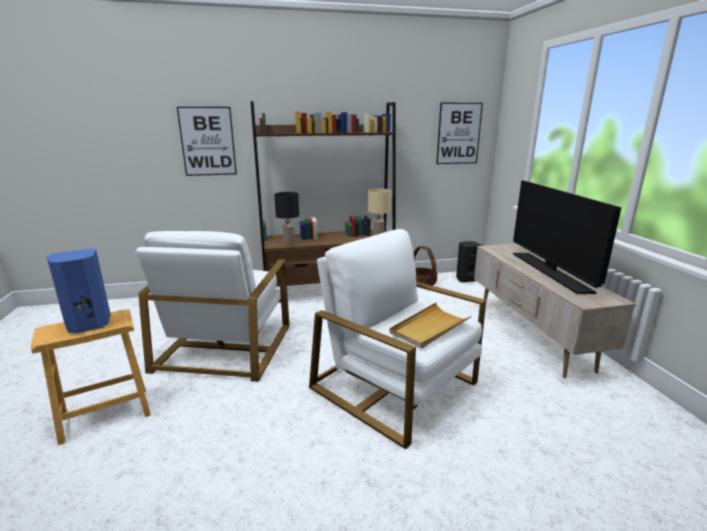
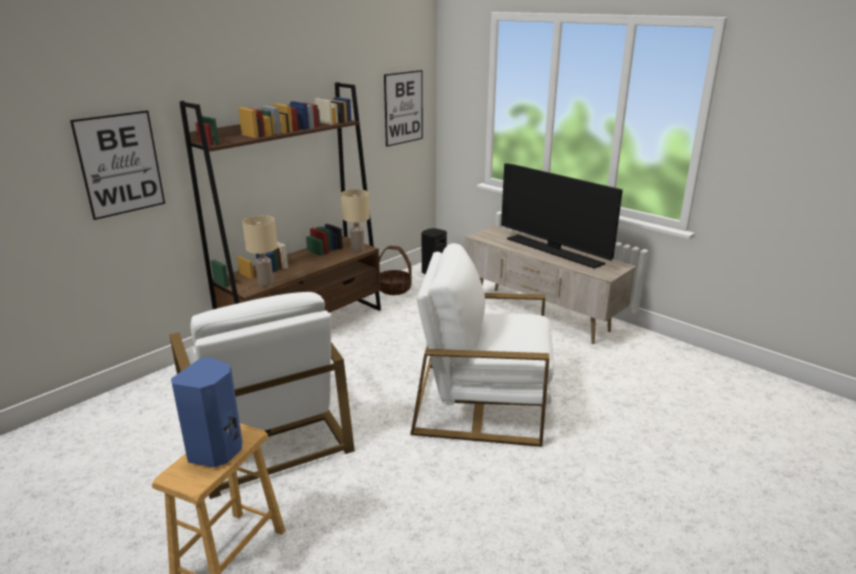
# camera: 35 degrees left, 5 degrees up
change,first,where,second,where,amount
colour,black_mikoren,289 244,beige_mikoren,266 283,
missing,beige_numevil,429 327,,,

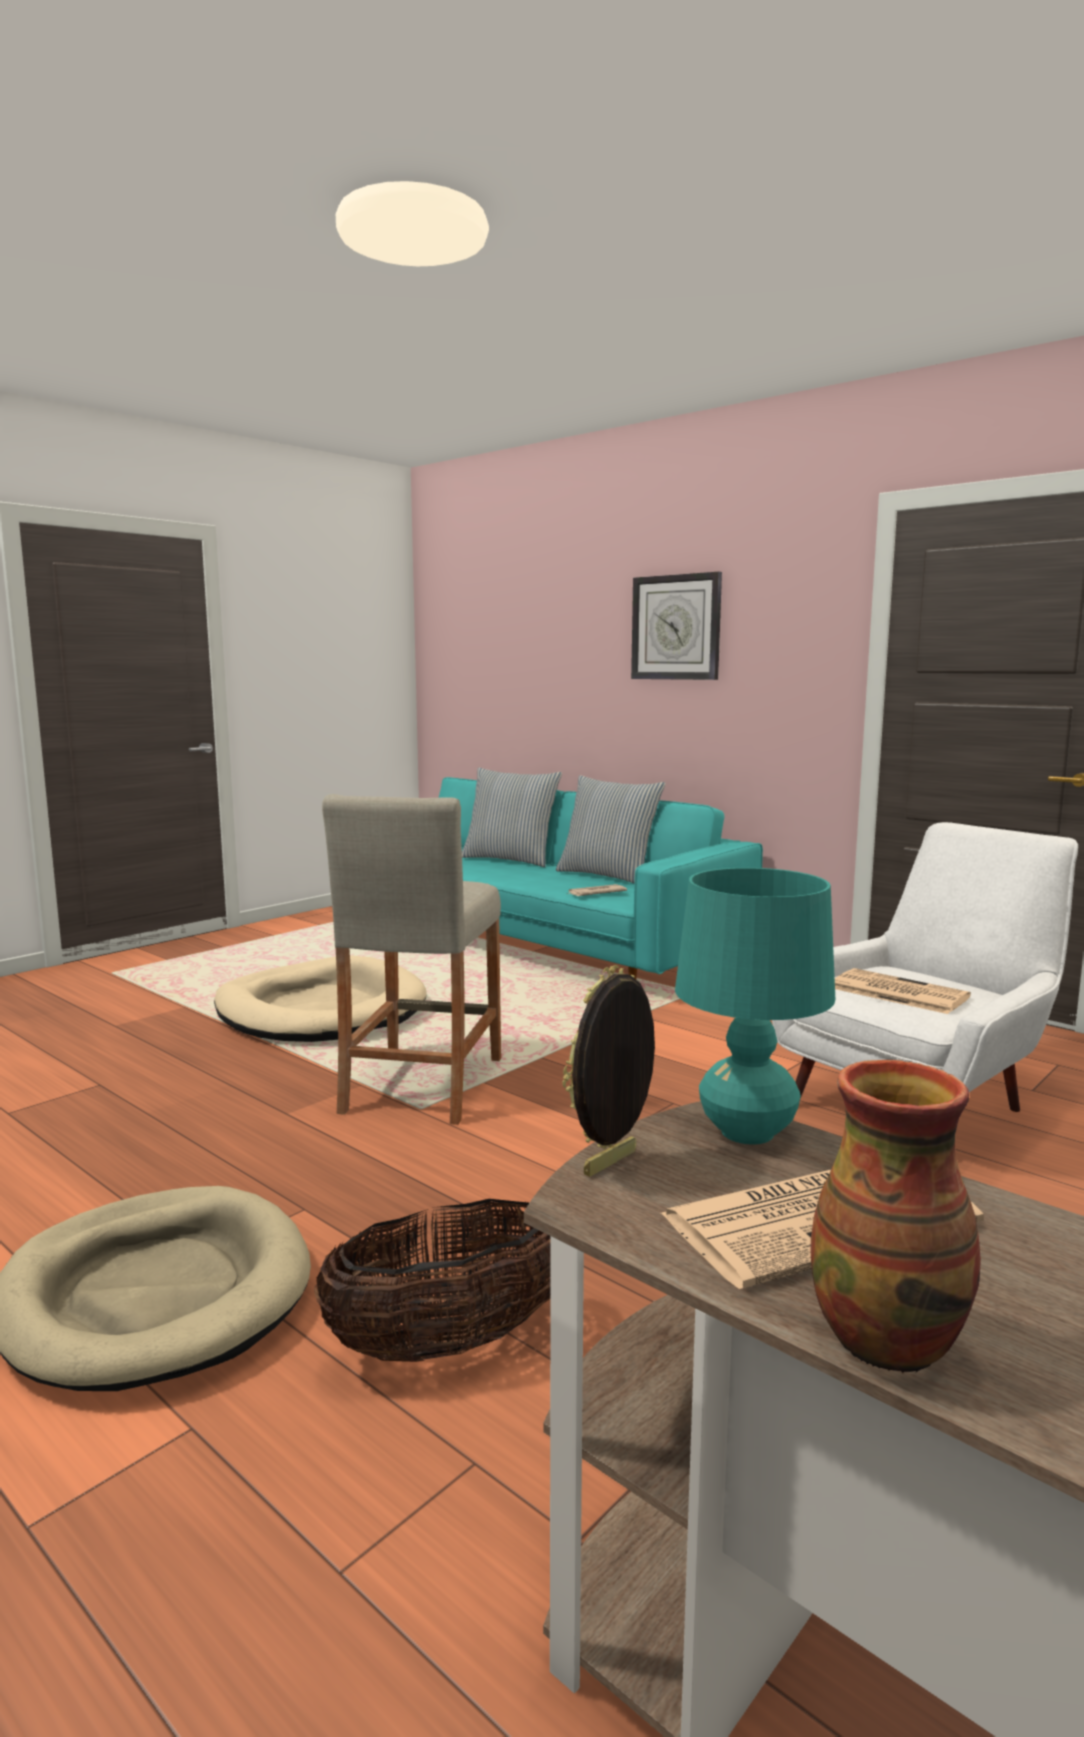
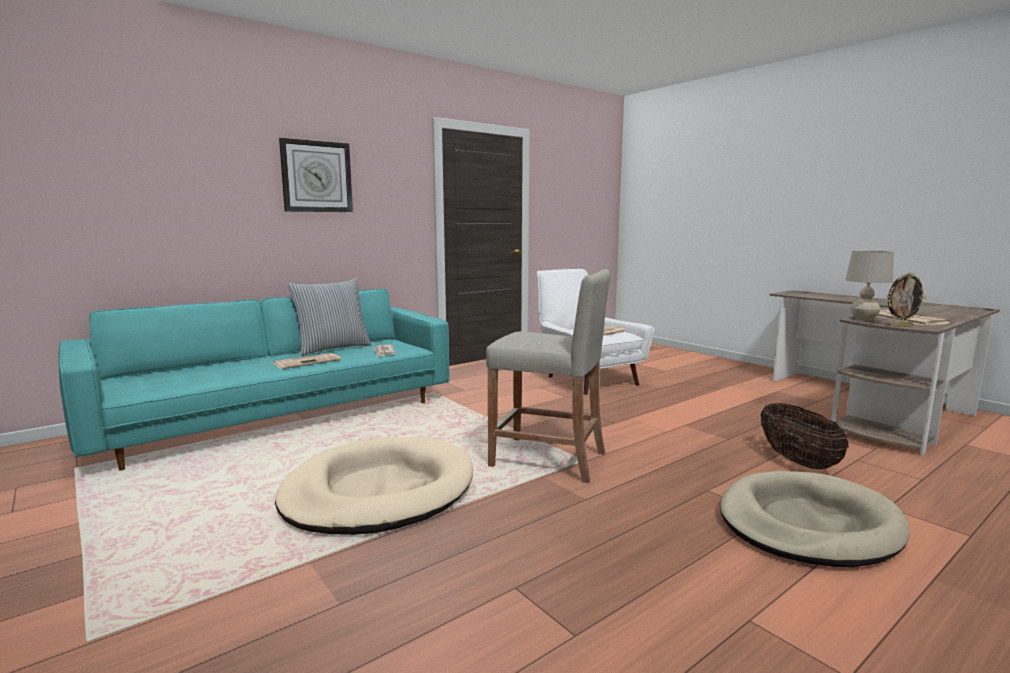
# camera: 80 degrees left, 0 degrees up
change,first,where,second,where,amount
missing,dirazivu,510 860,,,
colour,turquoise_mikoren,747 1132,beige_mikoren,863 319,
spun,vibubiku,612 1164,,901 326,45 degrees counterclockwise
missing,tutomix,888 1339,,,
appeared,,,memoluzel,308 362,

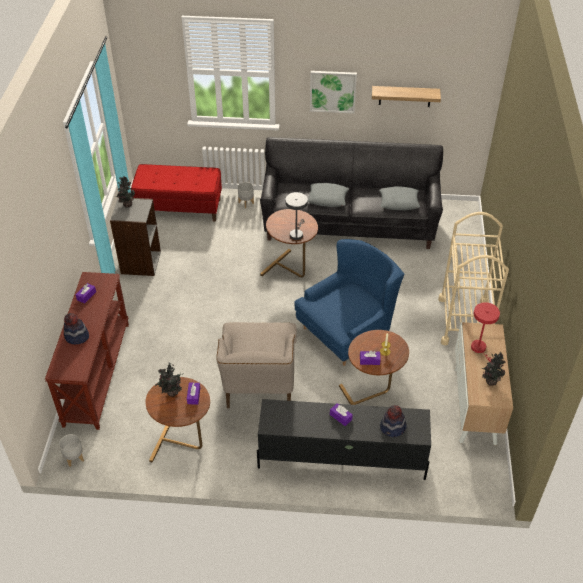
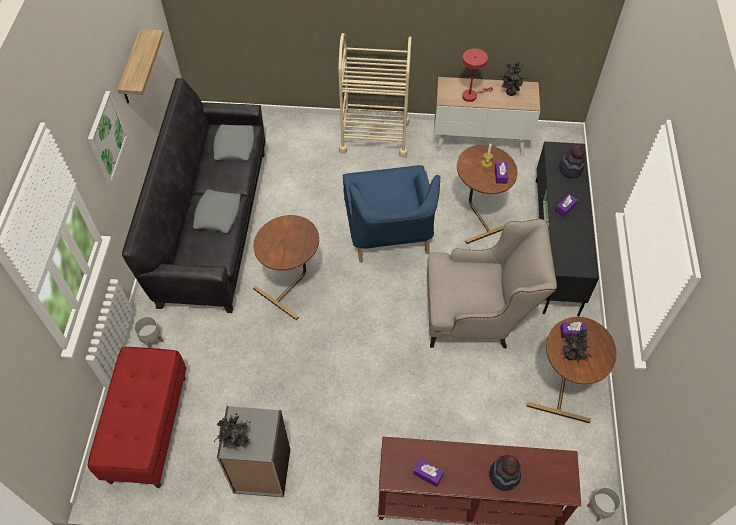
# camera: 90 degrees left, 10 degrees up
change,first,where,second,where,amount
missing,grey_mikoren,296 233,,,
spun,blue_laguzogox,348 331,,389 233,150 degrees counterclockwise

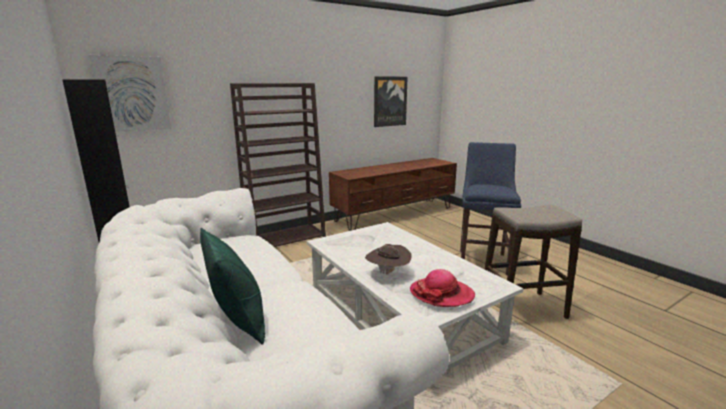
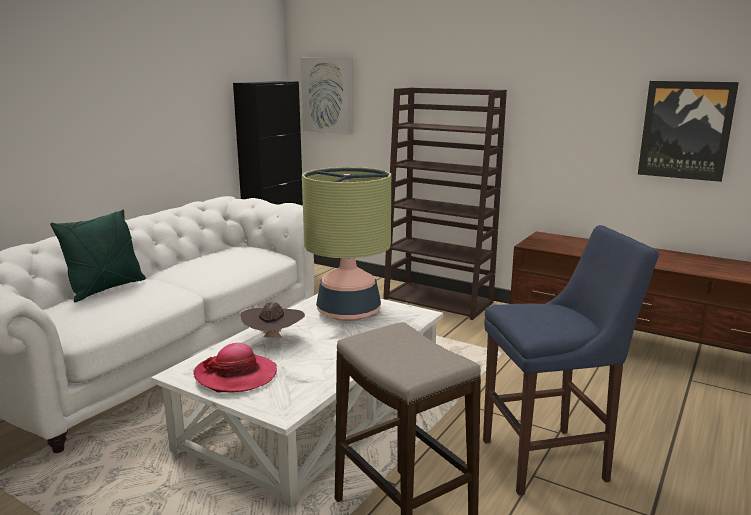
# camera: 65 degrees right, 0 degrees up
change,first,where,second,where,amount
appeared,,,mikoren,348 312,

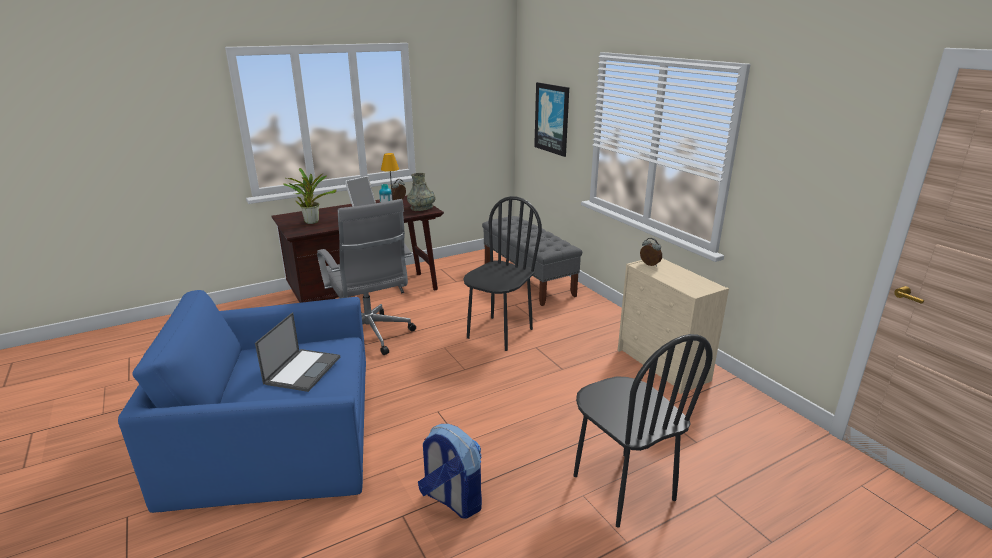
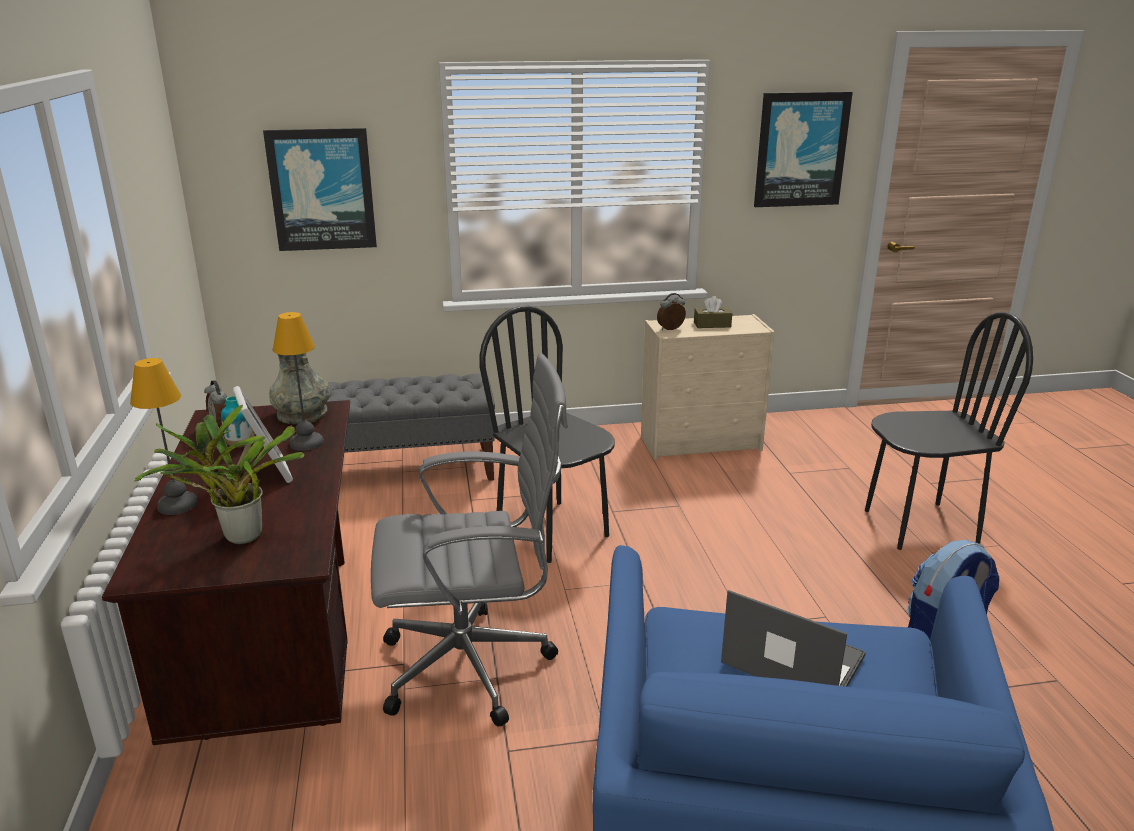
# camera: 70 degrees left, 0 degrees up
change,first,where,second,where,amount
appeared,,,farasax,800 149,
appeared,,,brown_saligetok,712 325,
appeared,,,mikoren,177 505,

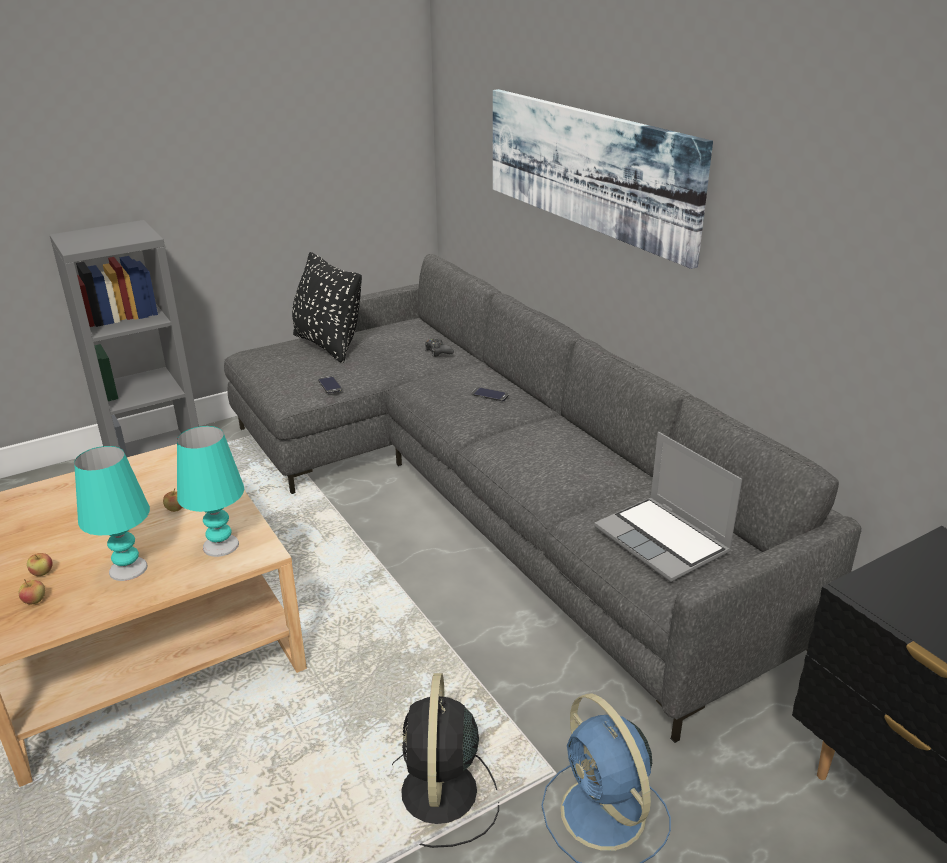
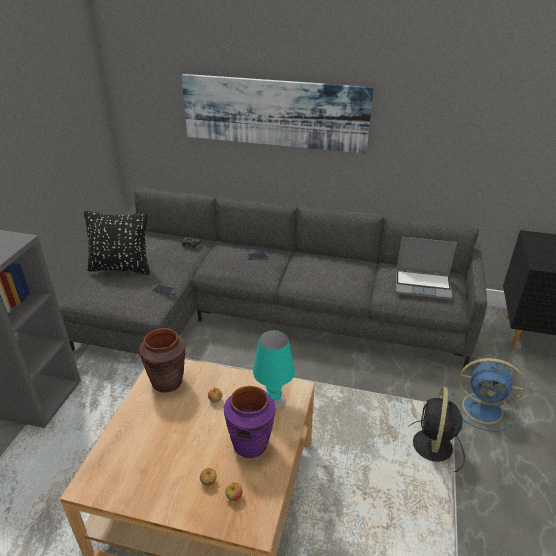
# camera: 45 degrees left, 5 degrees up
change,first,where,second,where,amount
exchanged,turquoise_mikoren,127 569,purple_tutomix,250 444,
spun,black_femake,439 795,,432 447,60 degrees clockwise
appeared,,,brown_tutomix,167 382,

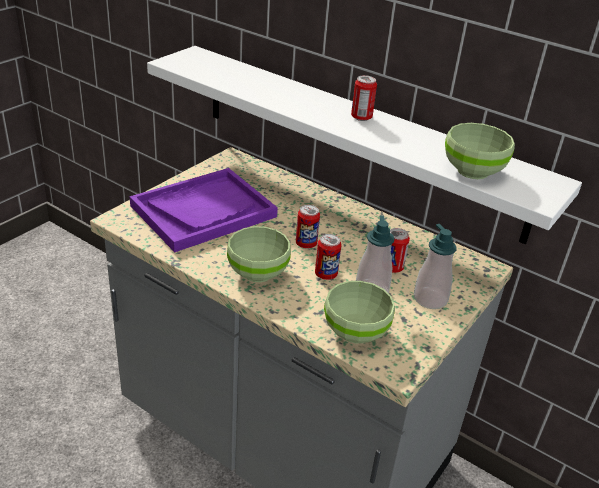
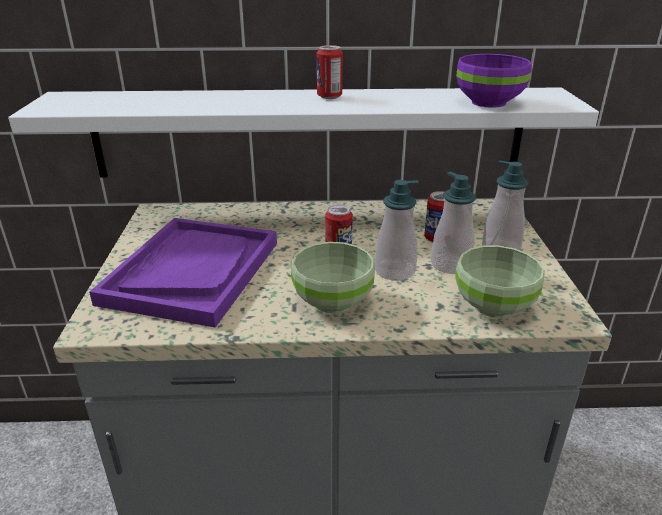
# camera: 35 degrees left, 5 degrees down
change,first,where,second,where,amount
colour,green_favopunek,474 171,purple_favopunek,489 102,
exchanged,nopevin,326 274,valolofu,395 271,

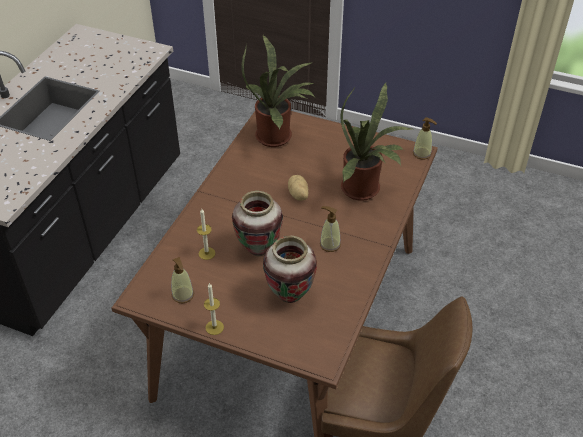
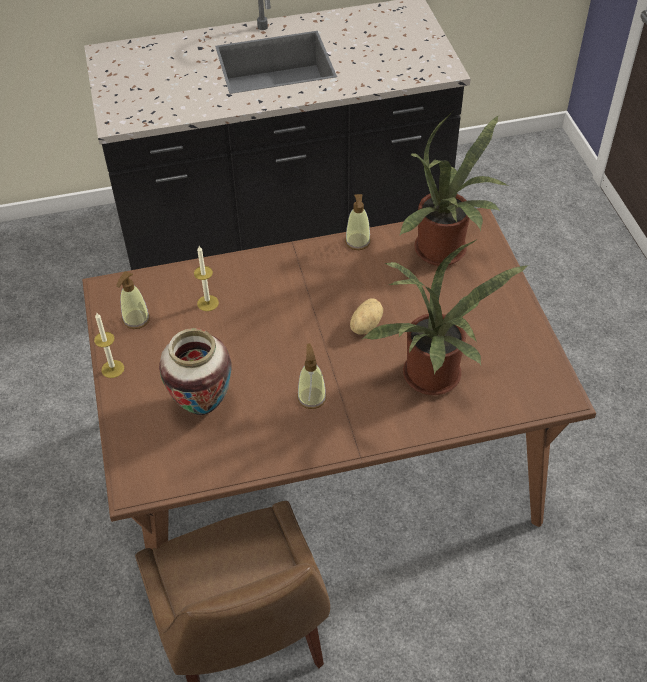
# camera: 55 degrees right, 5 degrees up
change,first,where,second,where,amount
relocated,valolofu,422 154,,357 242,
missing,tutomix,259 250,,,

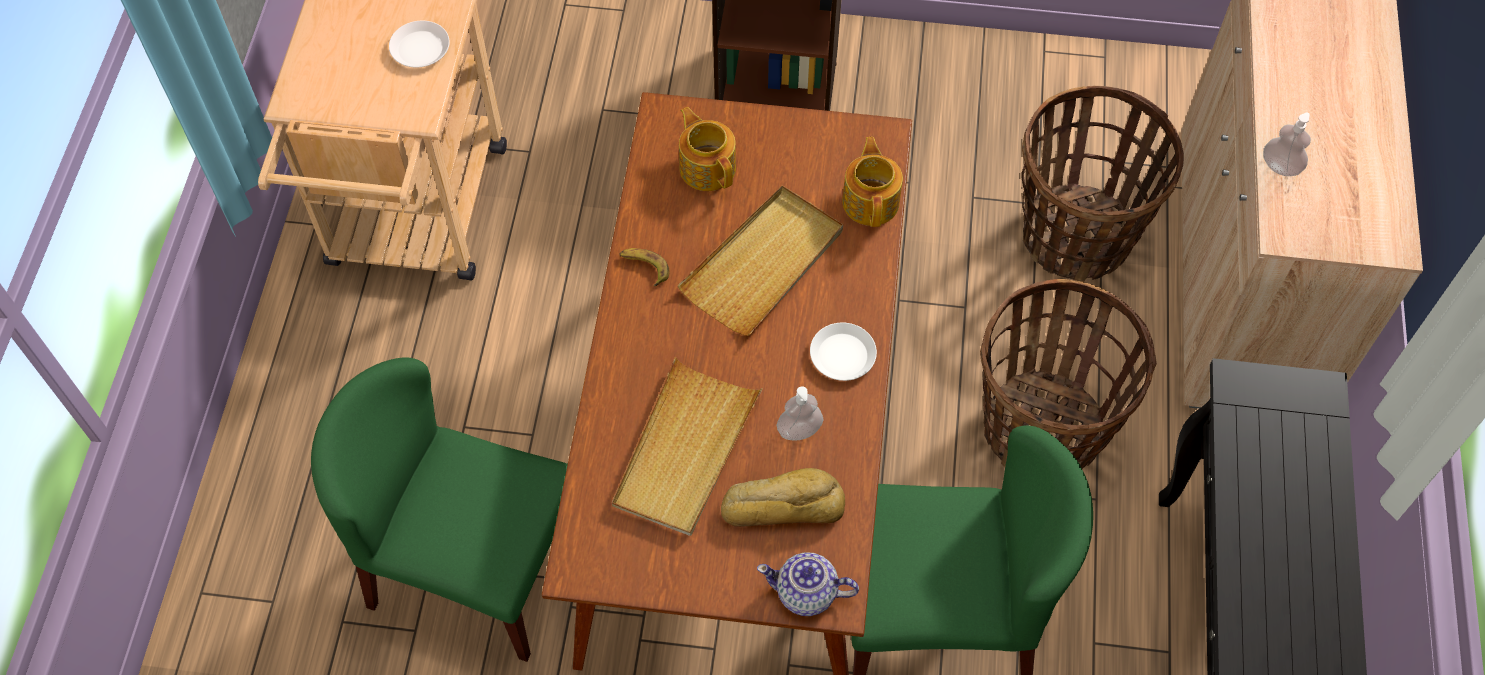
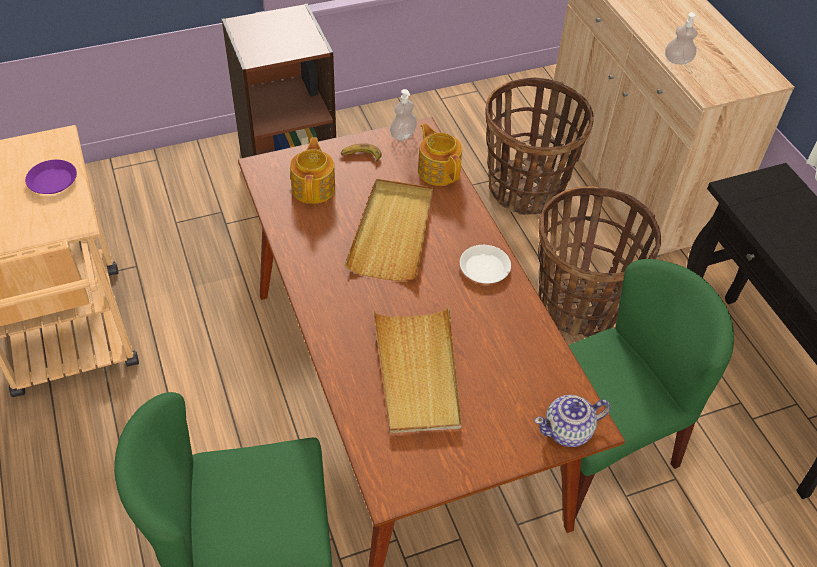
# camera: 30 degrees left, 10 degrees down
change,first,where,second,where,amount
colour,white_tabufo,421 48,purple_tabufo,53 181,
spun,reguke,707 167,,314 188,60 degrees clockwise
relocated,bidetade,644 267,,361 156,
relocated,valolofu,799 430,,403 135,
missing,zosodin,782 504,,,

